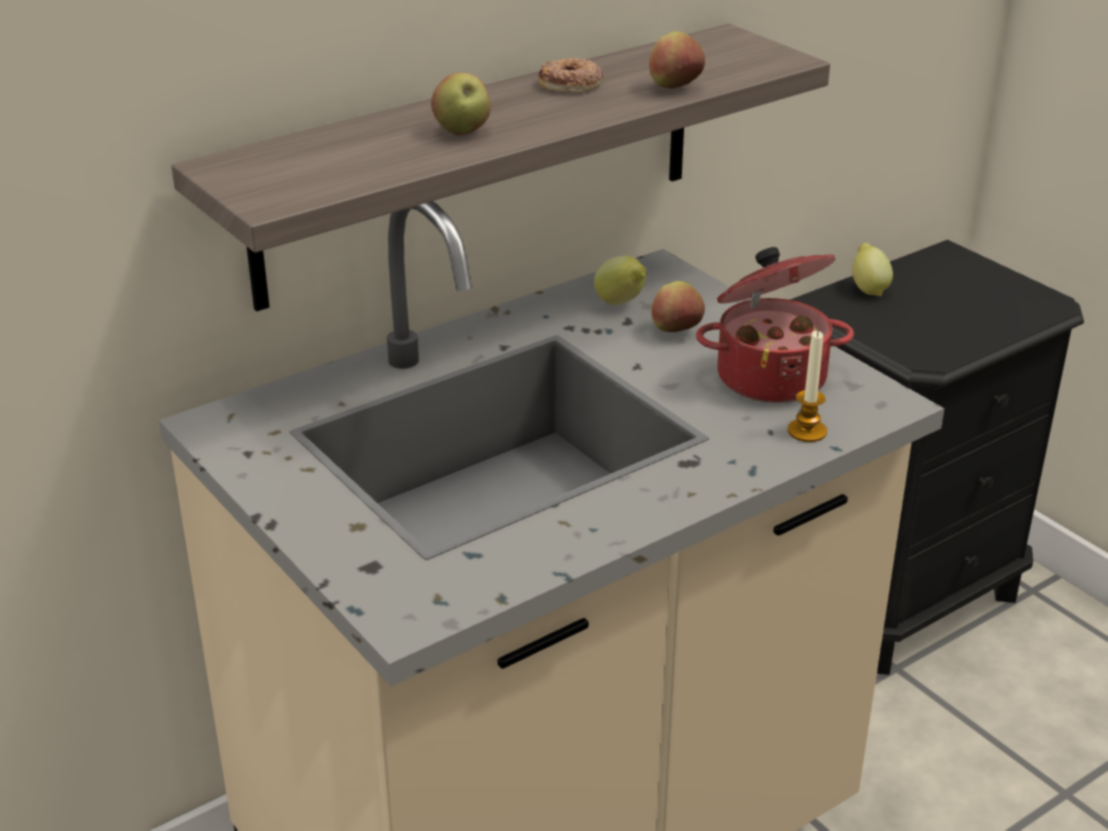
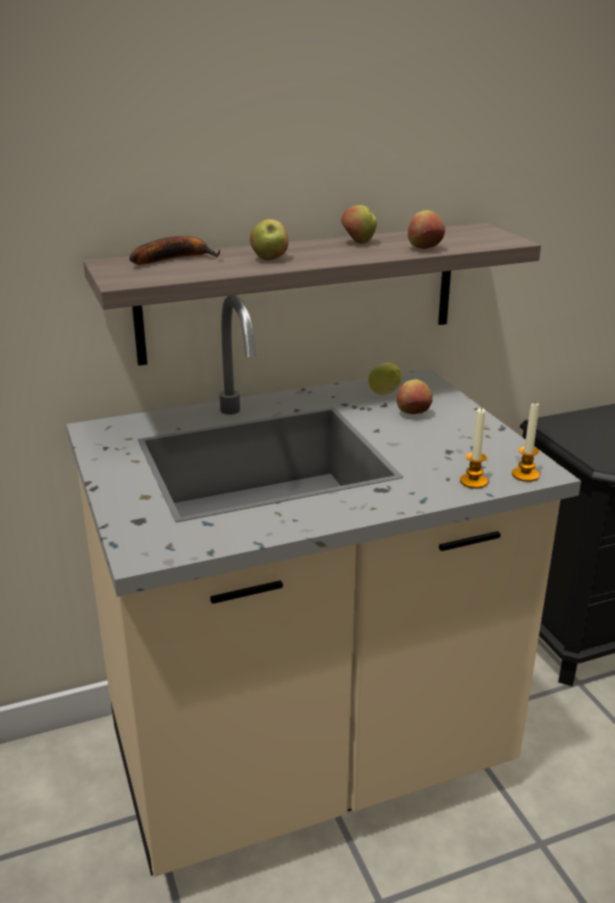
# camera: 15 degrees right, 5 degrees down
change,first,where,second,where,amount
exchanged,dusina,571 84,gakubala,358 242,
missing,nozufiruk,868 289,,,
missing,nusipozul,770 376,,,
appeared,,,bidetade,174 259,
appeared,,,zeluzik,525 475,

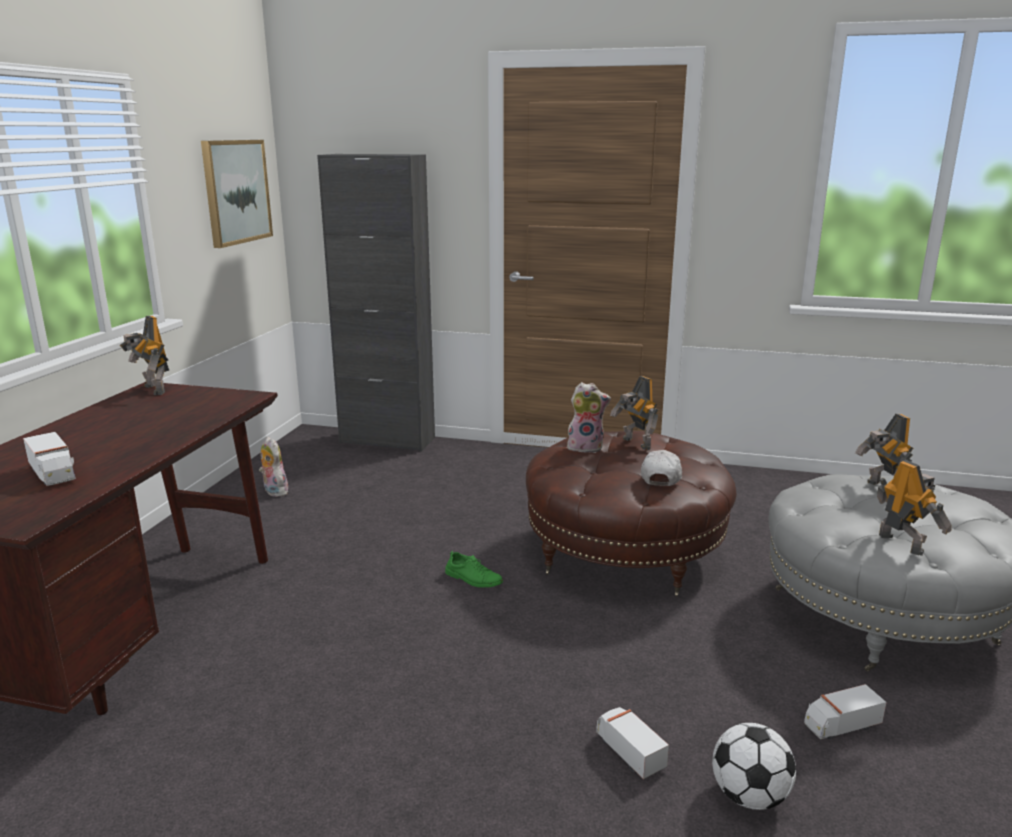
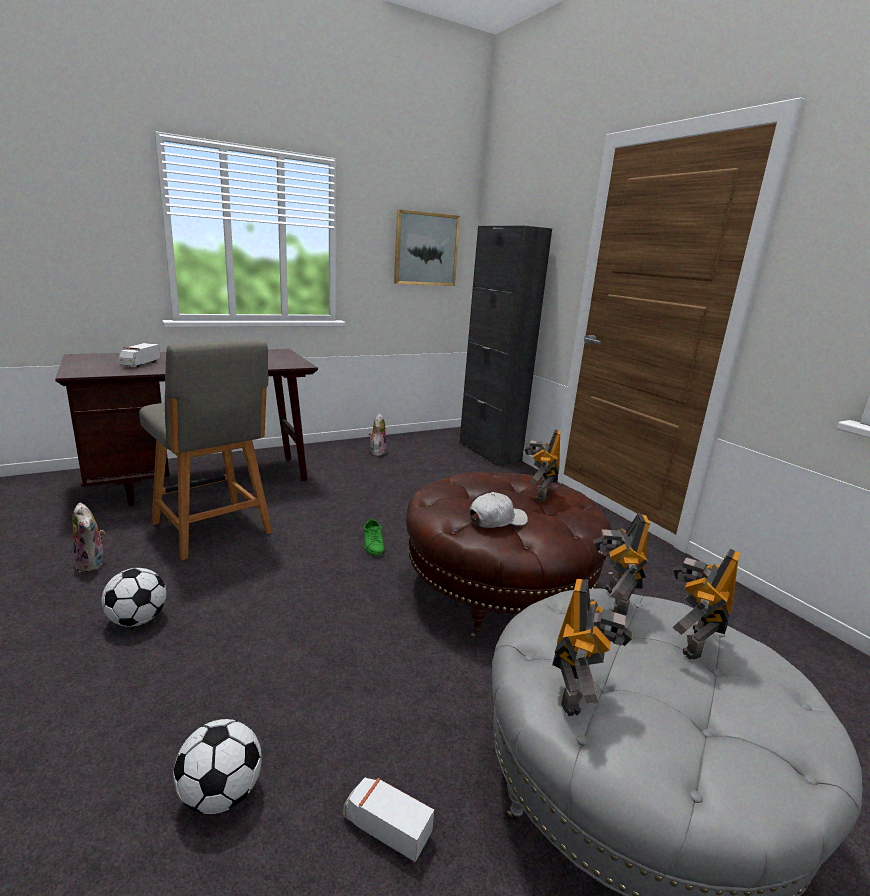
# camera: 45 degrees right, 0 degrees up
change,first,where,second,where,amount
relocated,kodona,152 390,,612 602,
relocated,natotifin,586 447,,92 564,
missing,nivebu,629 752,,,
appeared,,,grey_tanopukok,213 530,
appeared,,,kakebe,138 620,

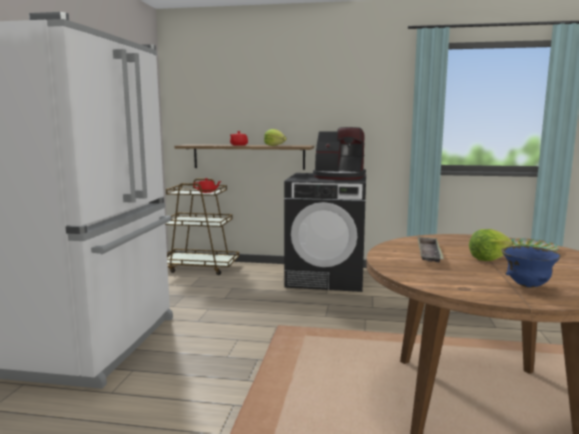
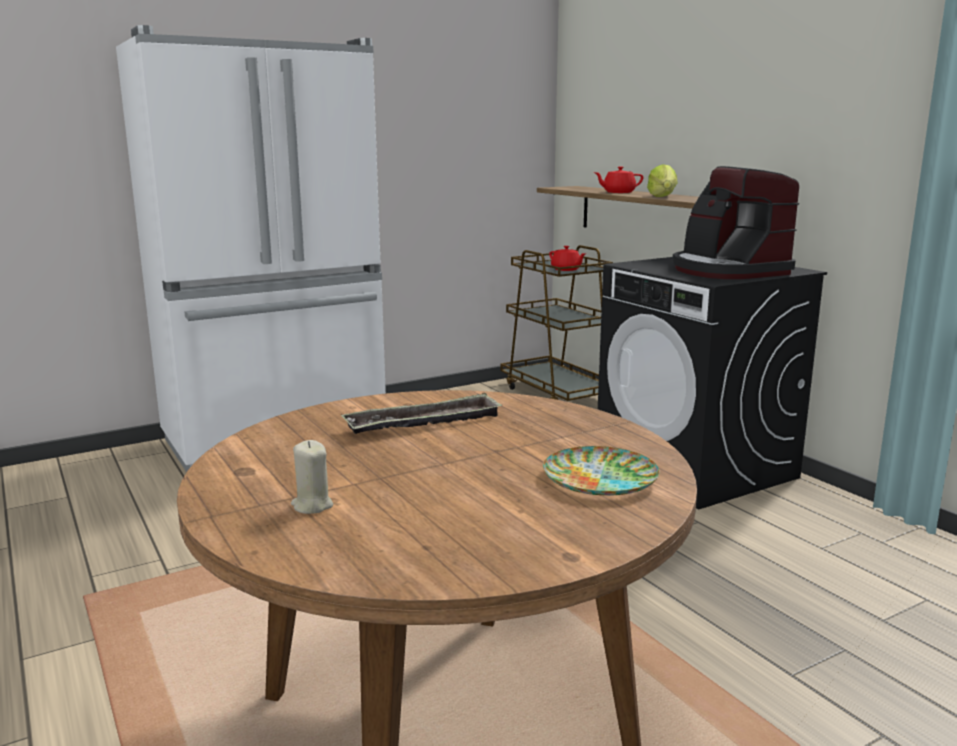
# camera: 50 degrees right, 5 degrees up
change,first,where,second,where,amount
missing,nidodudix,488 259,,,
exchanged,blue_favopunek,527 286,beige_zeluzik,312 505,

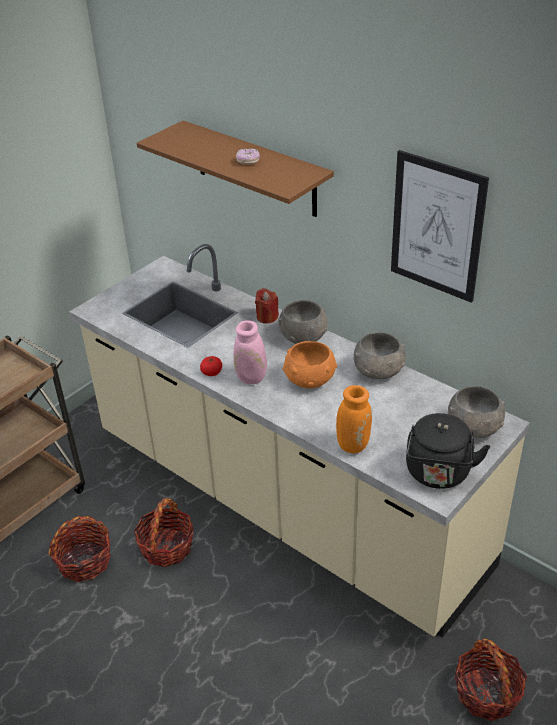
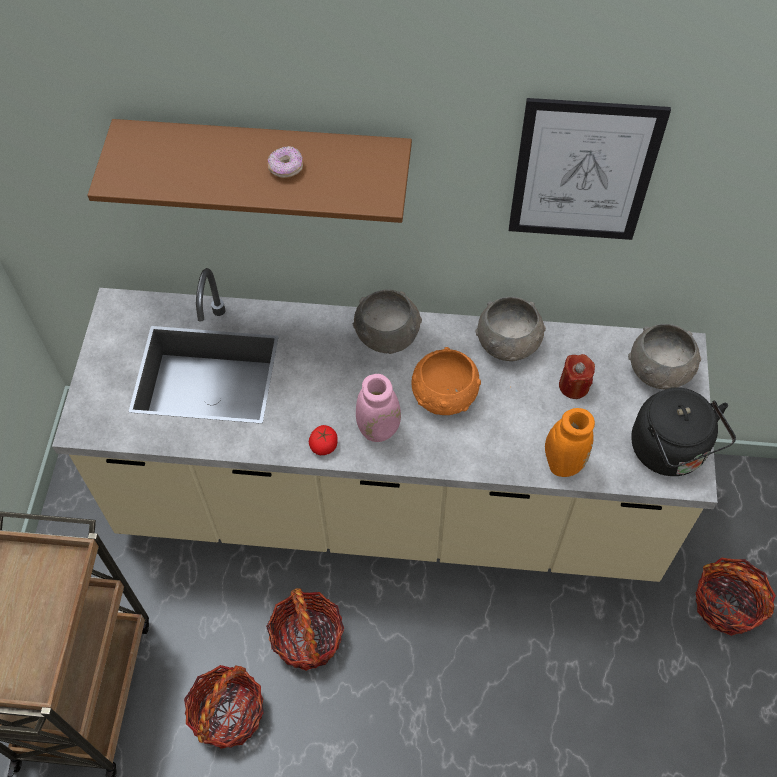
# camera: 35 degrees left, 20 degrees up
change,first,where,second,where,amount
relocated,red_zeluzik,267 317,,574 386,

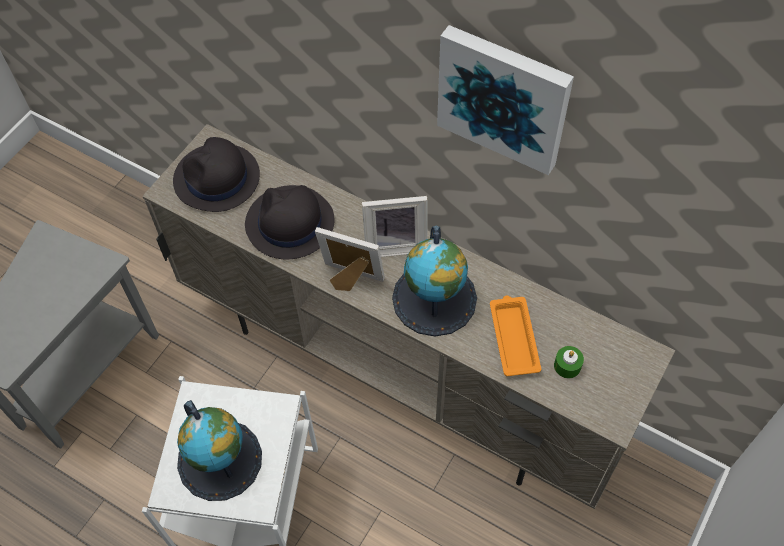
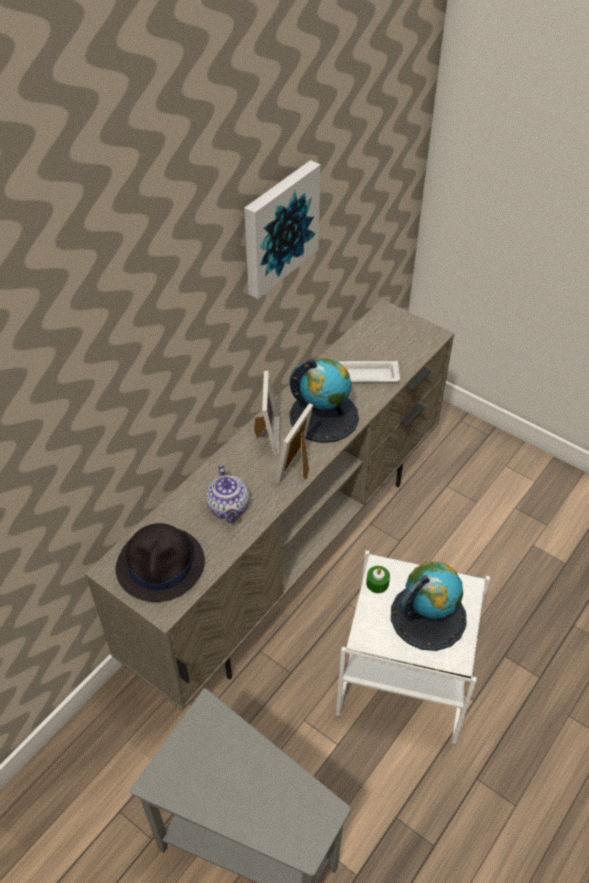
# camera: 85 degrees left, 10 degrees down
change,first,where,second,where,amount
exchanged,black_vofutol,289 223,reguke,229 508,
colour,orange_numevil,513 337,white_numevil,364 375,
relocated,green_zeluzik,567 366,,377 583,

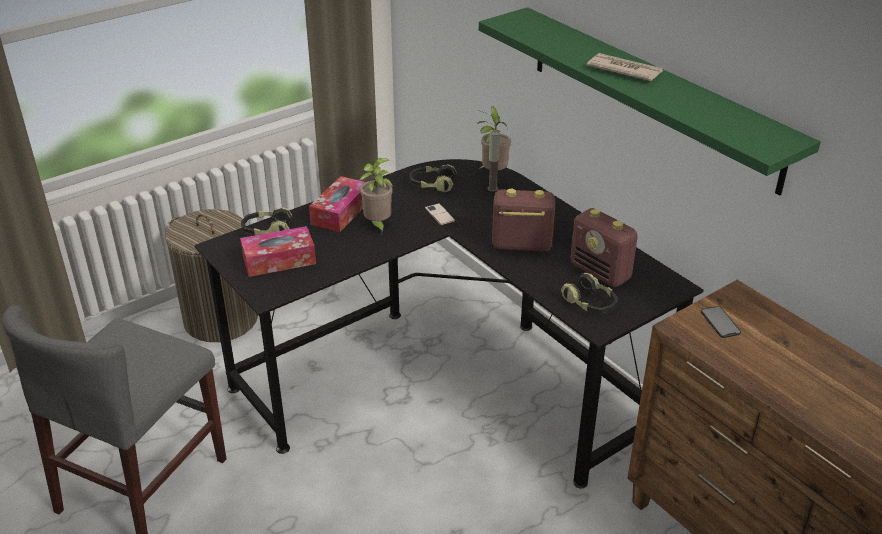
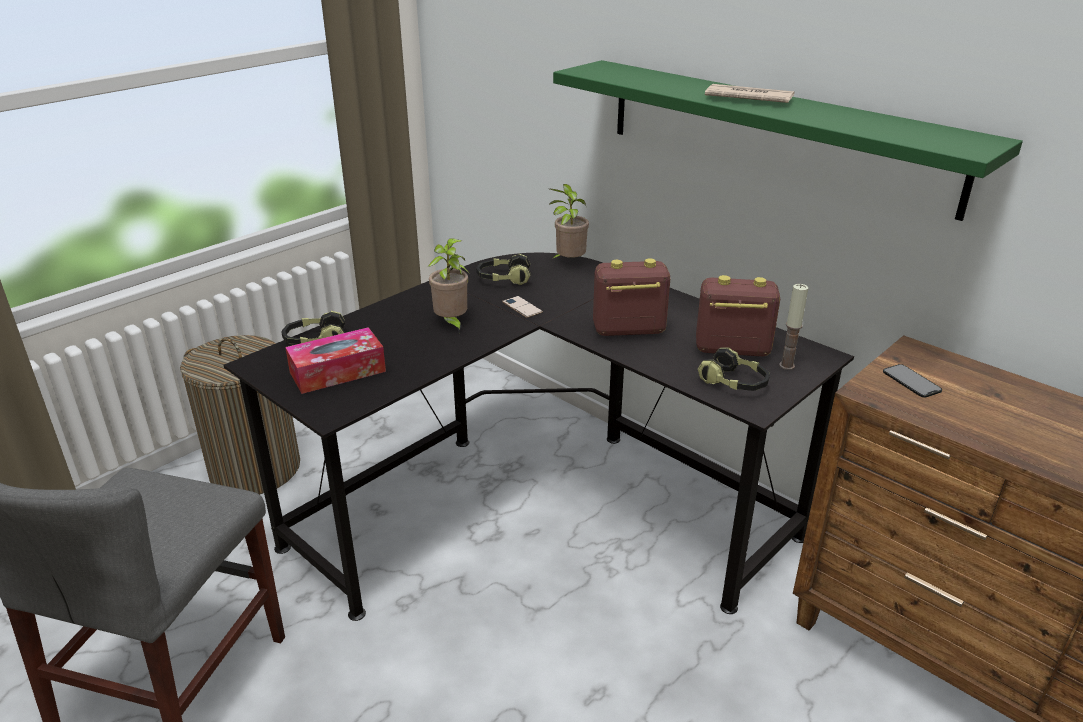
# camera: 10 degrees left, 5 degrees down
change,first,where,second,where,amount
relocated,zeluzik,492 188,,786 365,
missing,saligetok,341 212,,,
spun,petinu,601 272,,731 349,150 degrees clockwise

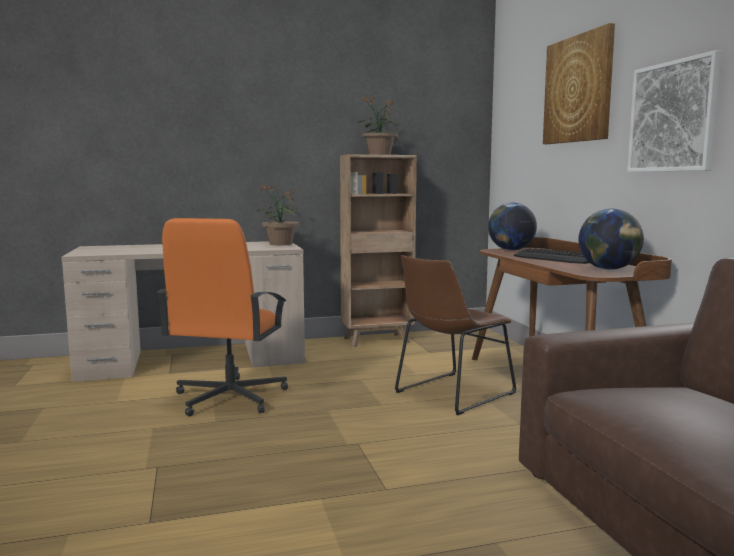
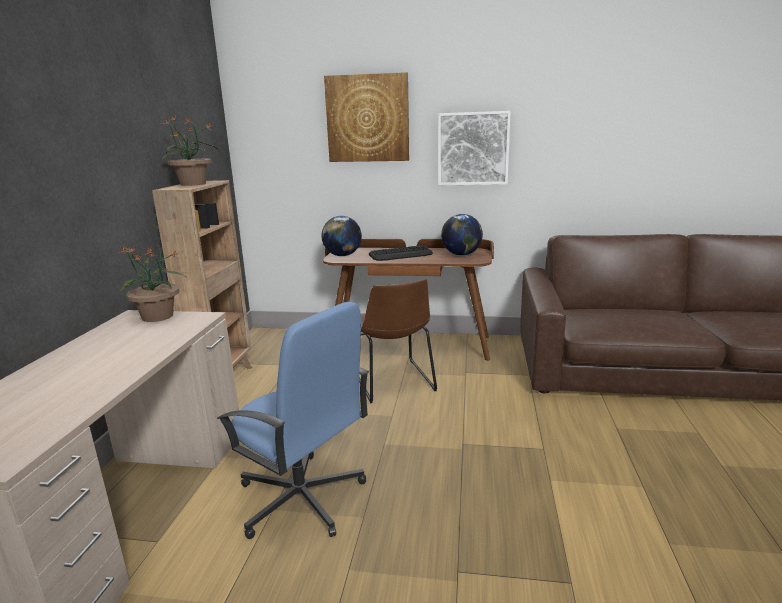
# camera: 65 degrees left, 10 degrees up
change,first,where,second,where,amount
colour,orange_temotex,229 398,blue_temotex,302 499,

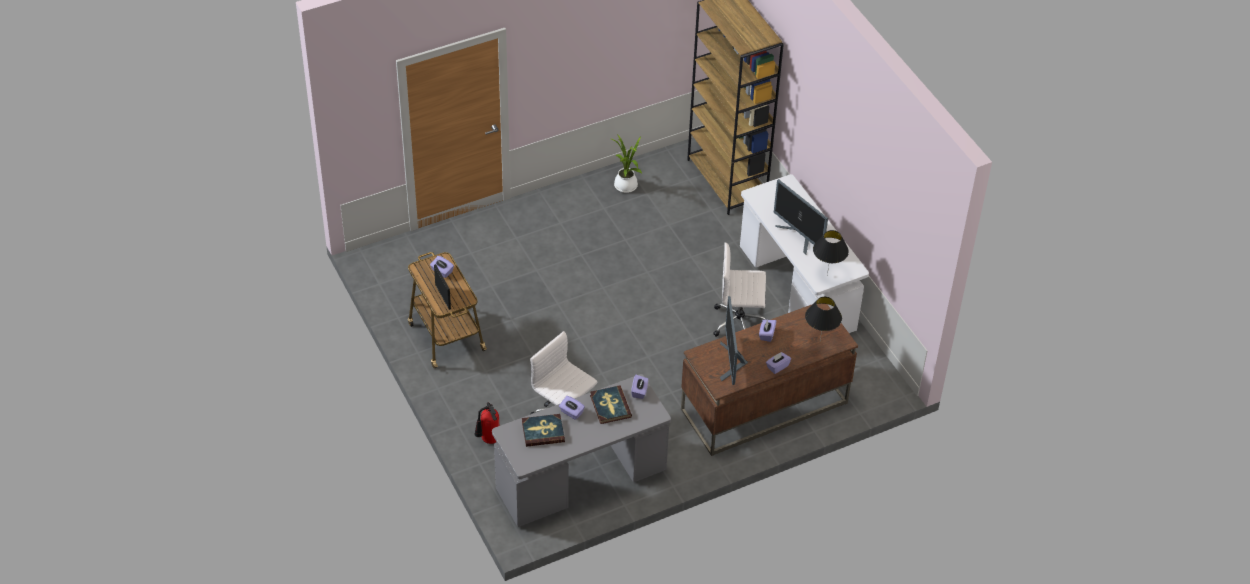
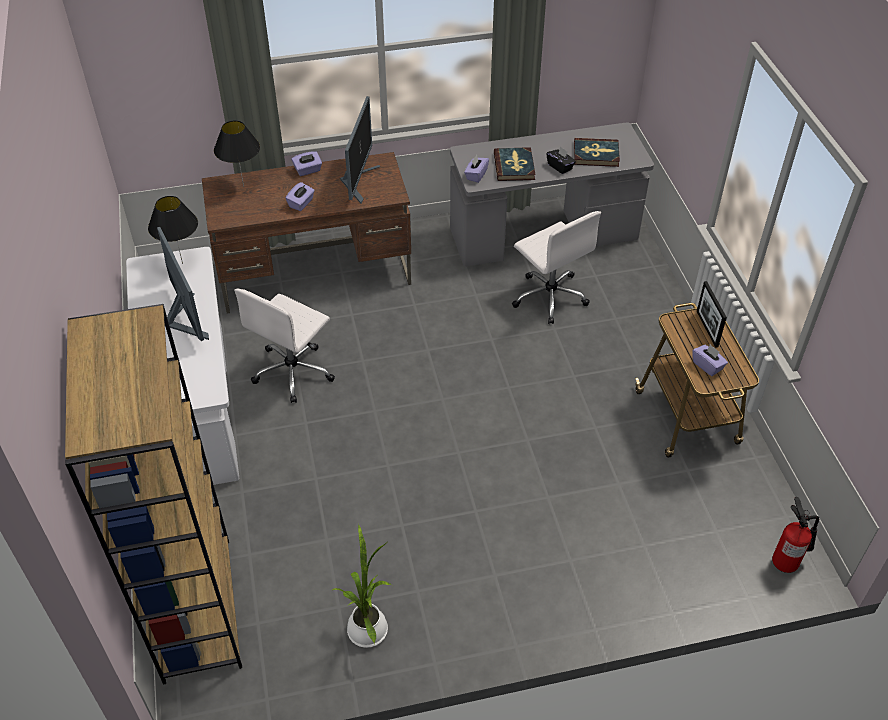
# camera: 165 degrees left, 0 degrees up
change,first,where,second,where,amount
spun,white_temotex,740 323,,294 371,105 degrees clockwise
colour,purple_saligetok,571 412,black_saligetok,560 167,
relocated,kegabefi,488 440,,787 561,

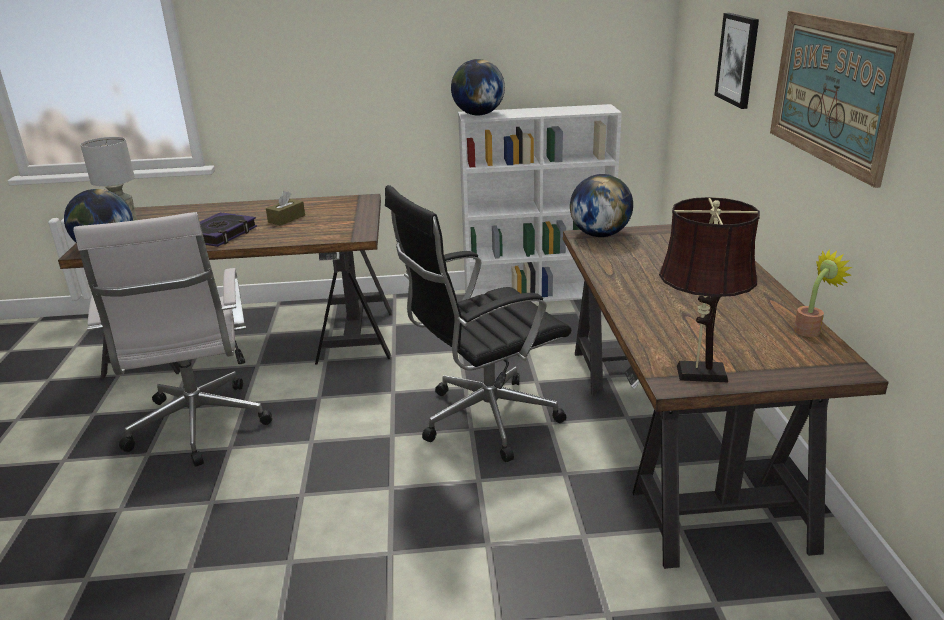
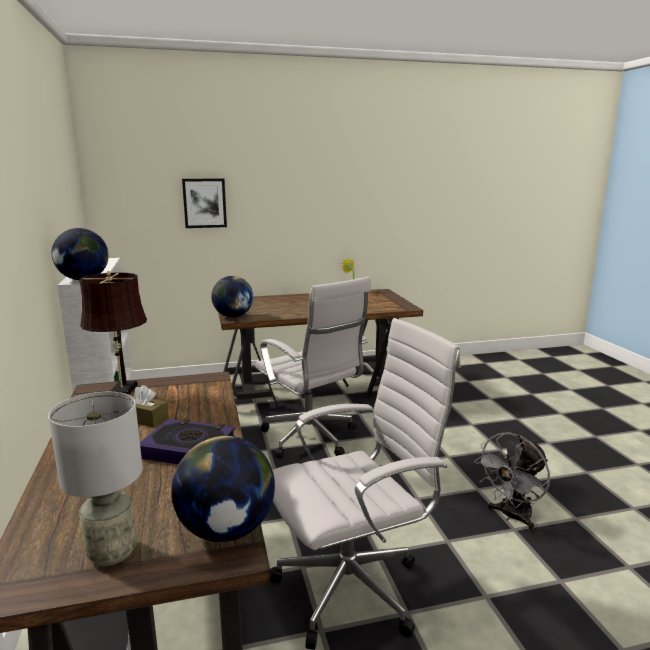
# camera: 100 degrees left, 10 degrees down
change,first,where,second,where,amount
missing,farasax,832 91,,,
colour,black_temotex,483 420,white_temotex,312 439,
relocated,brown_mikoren,696 373,,122 391,
appeared,,,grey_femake,511 516,

